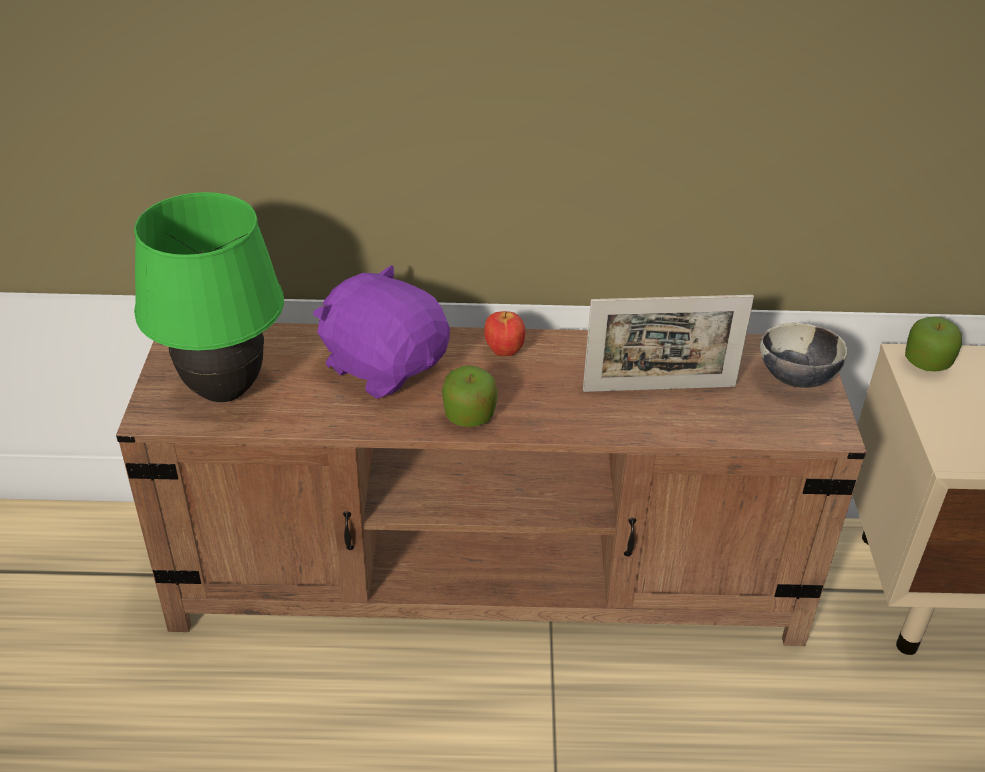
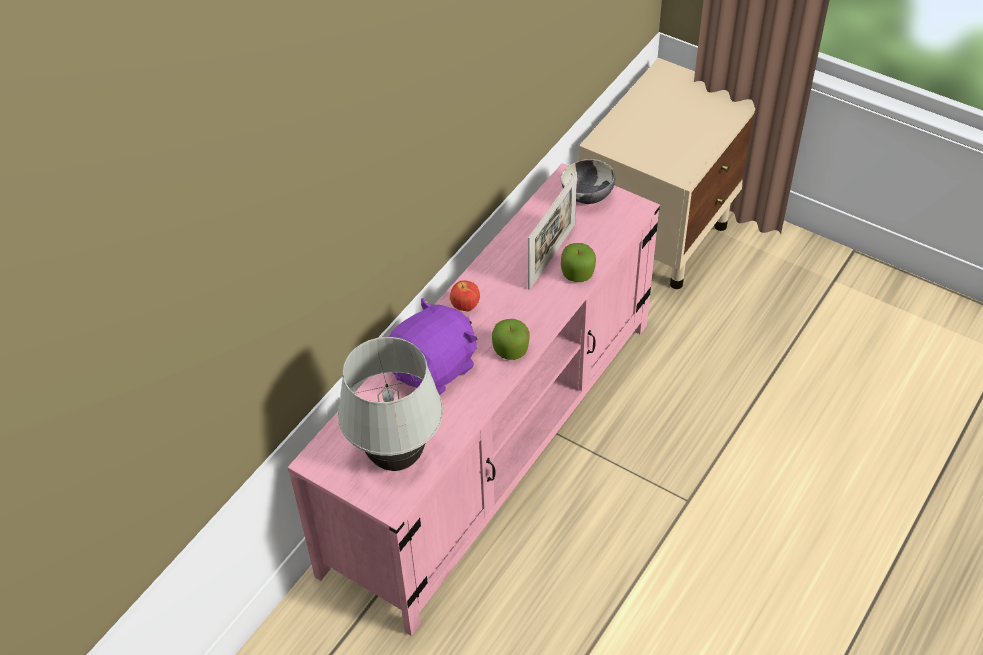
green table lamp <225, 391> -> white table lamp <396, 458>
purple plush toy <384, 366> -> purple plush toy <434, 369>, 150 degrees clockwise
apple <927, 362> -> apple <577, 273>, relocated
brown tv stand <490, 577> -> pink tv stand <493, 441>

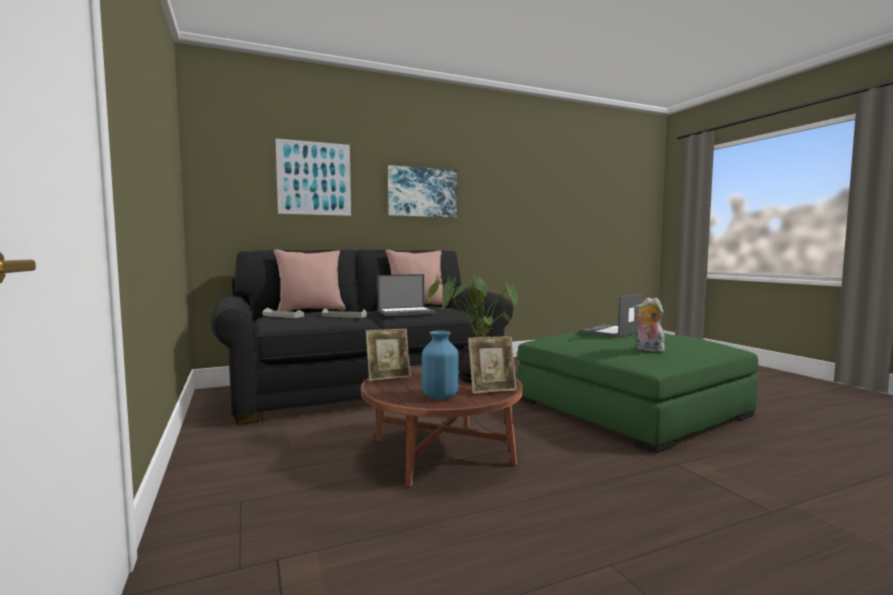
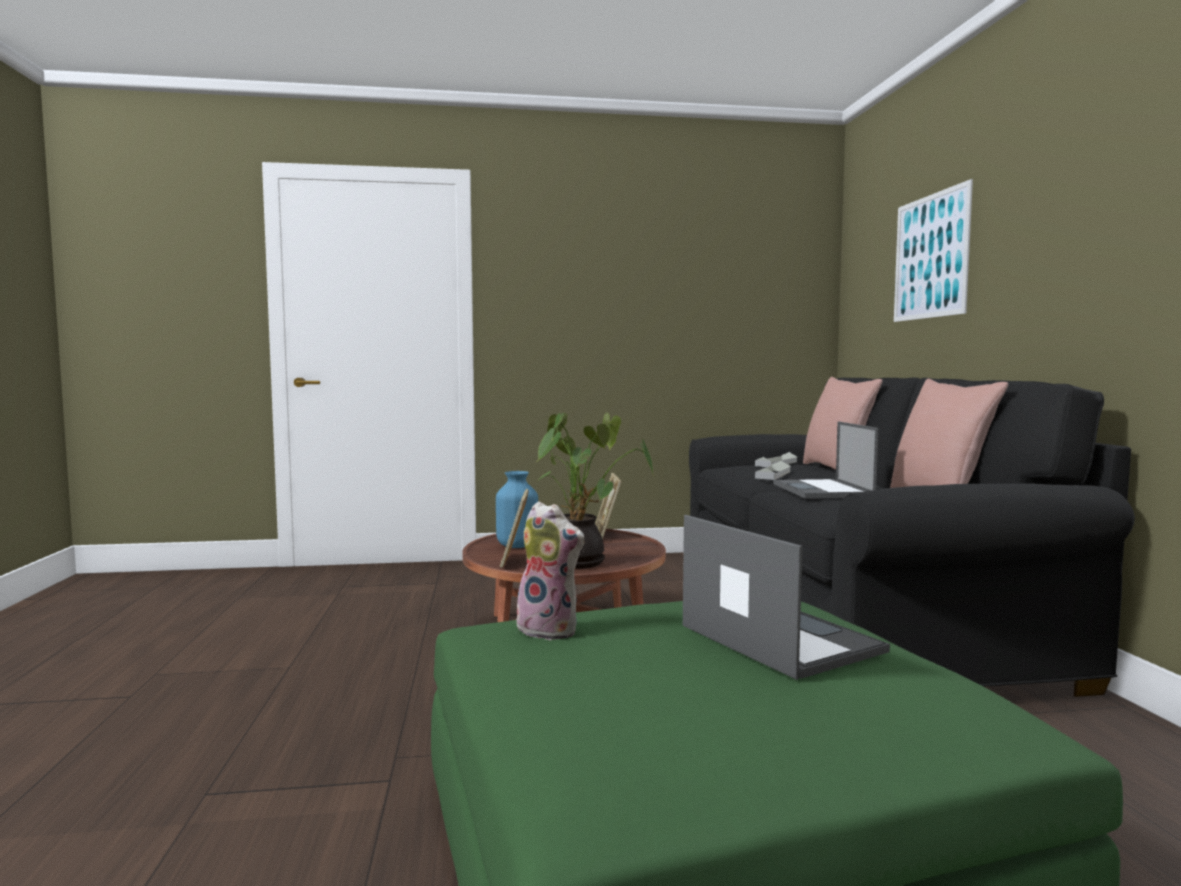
picture <422, 192> -> none
plush toy <648, 350> -> plush toy <551, 629>, 60 degrees clockwise

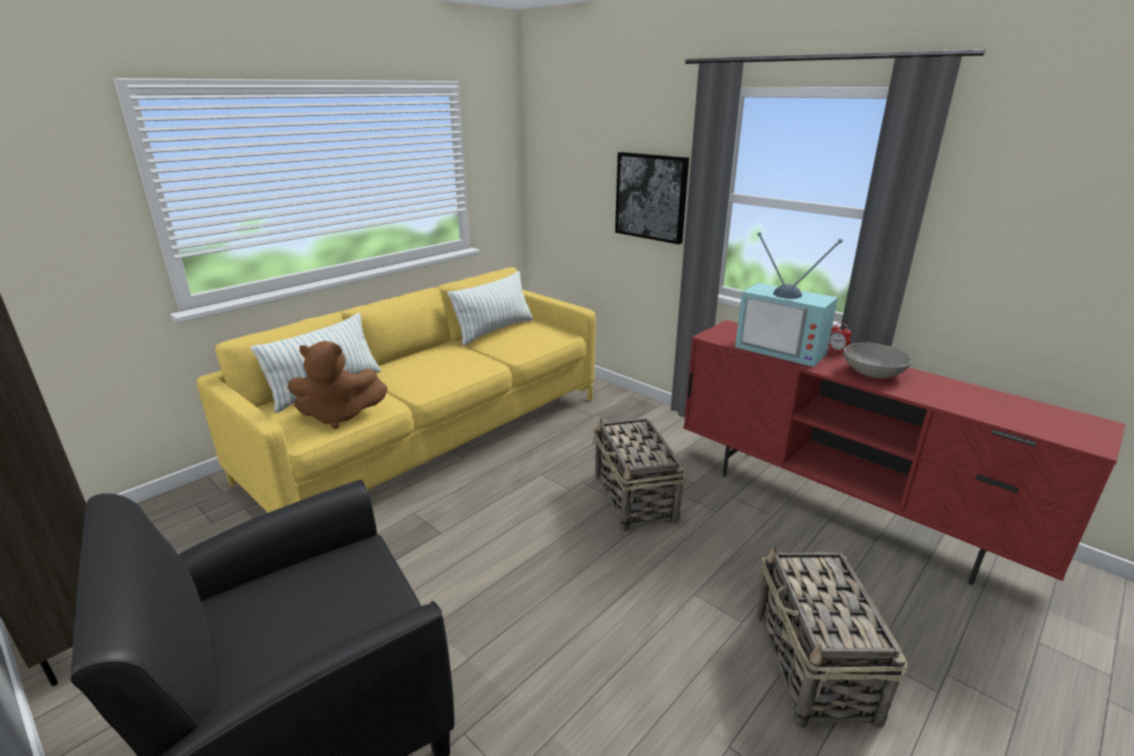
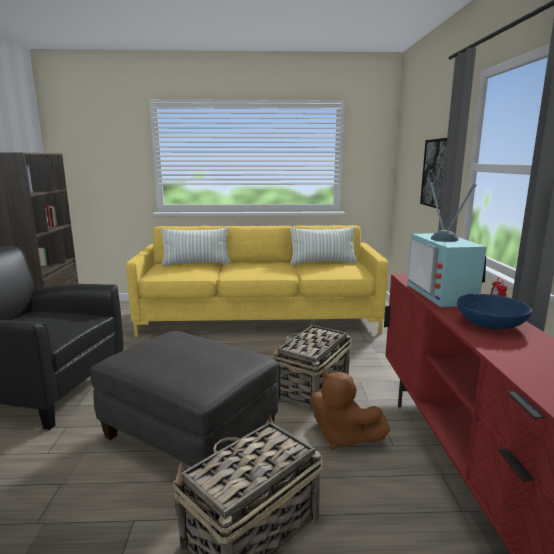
brown plush toy <339, 416> -> brown plush toy <343, 437>, relocated
grey bowl <873, 372> -> blue bowl <490, 324>
none -> grey ottoman <188, 435>

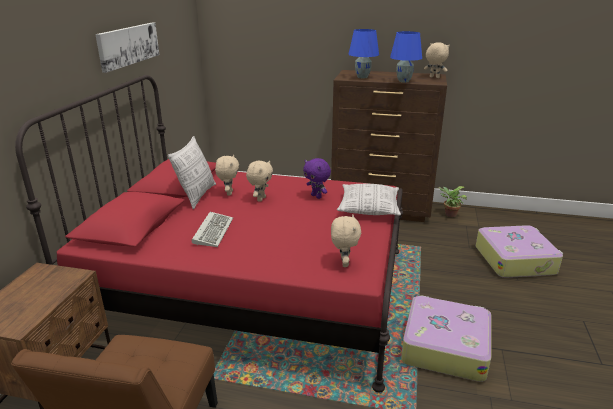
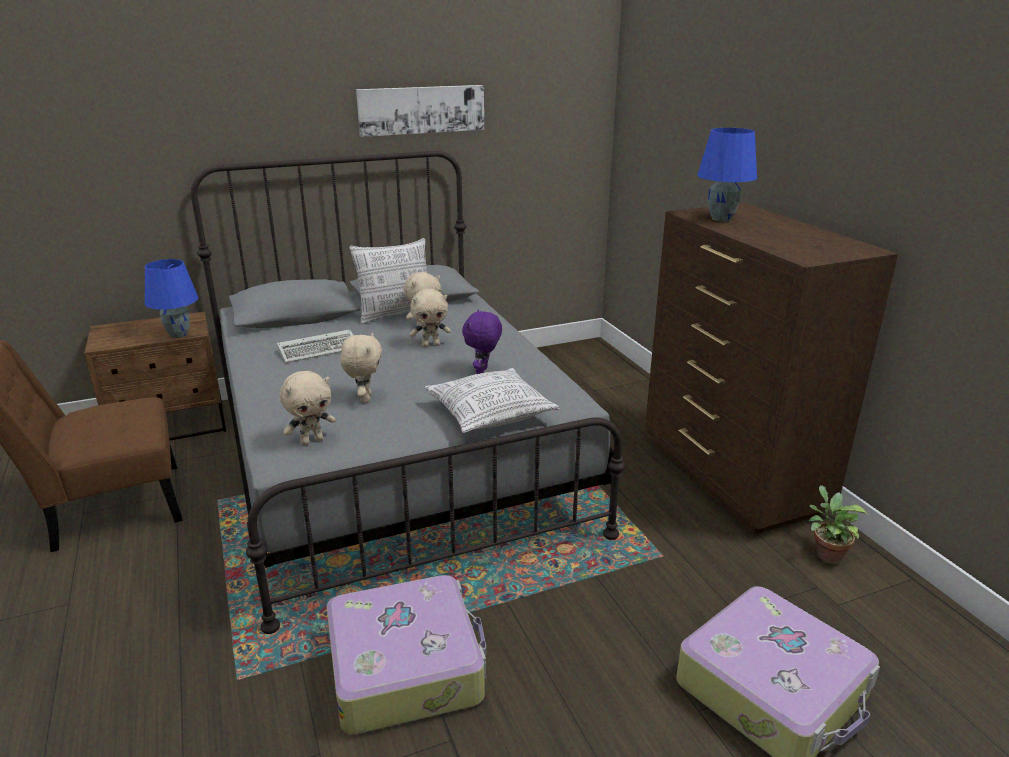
blue table lamp <404, 81> -> blue table lamp <178, 335>, relocated
beige plush toy <434, 77> -> beige plush toy <364, 398>, relocated
red bed <252, 289> -> grey bed <394, 459>

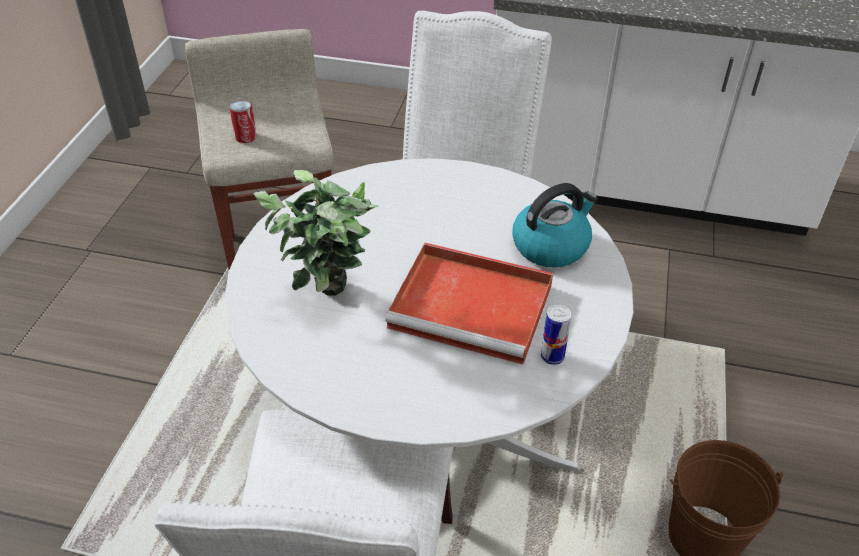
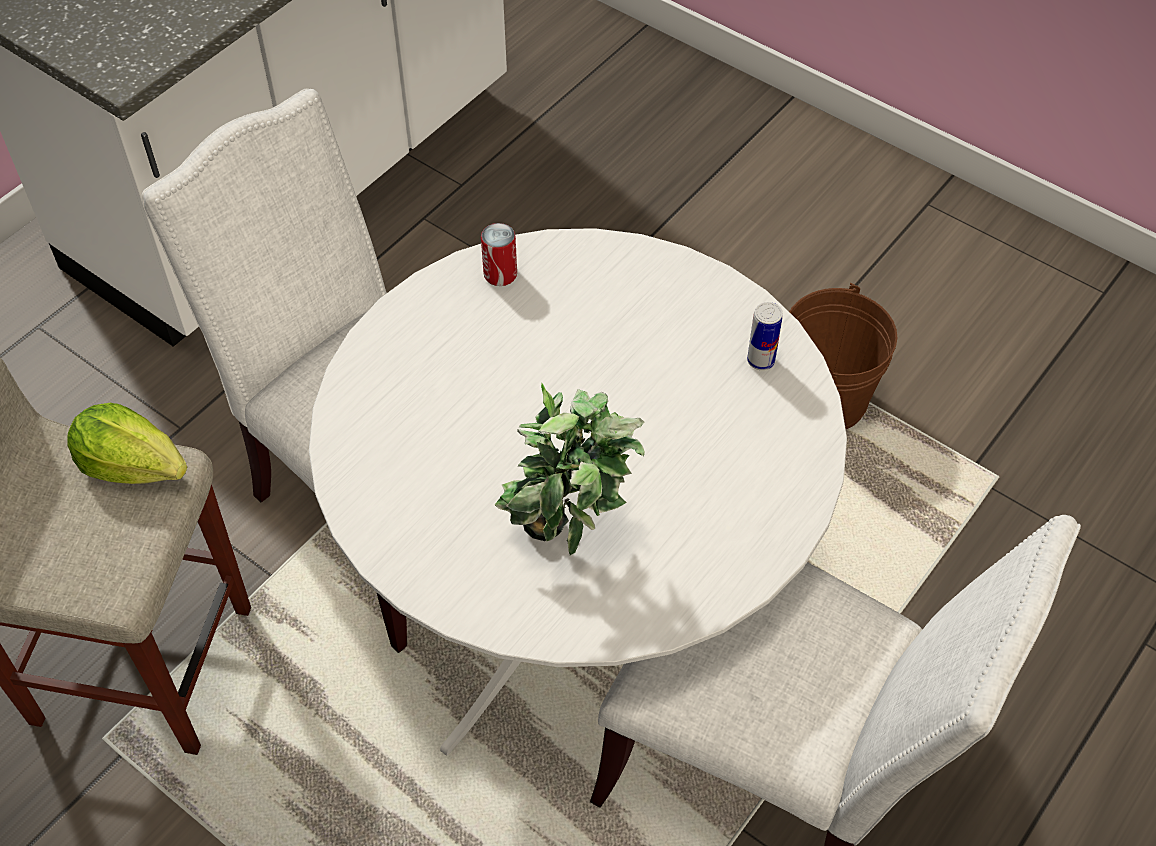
can <245, 137> -> can <500, 274>, relocated
kettle <551, 245> -> none
red tray <474, 307> -> none
none -> lettuce <134, 465>

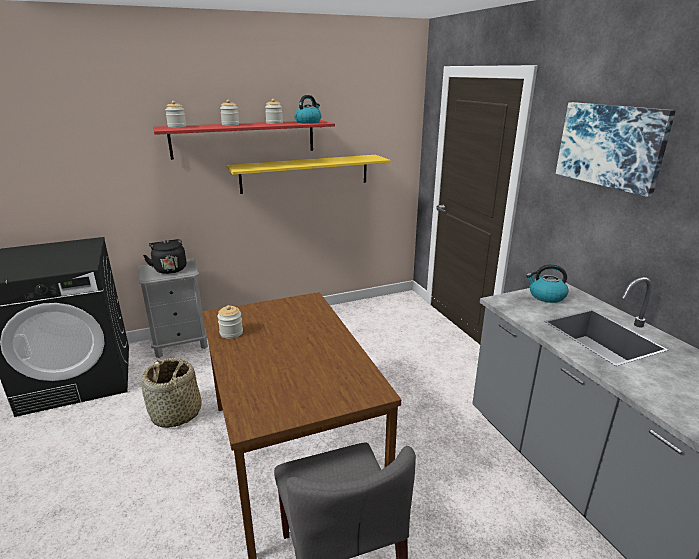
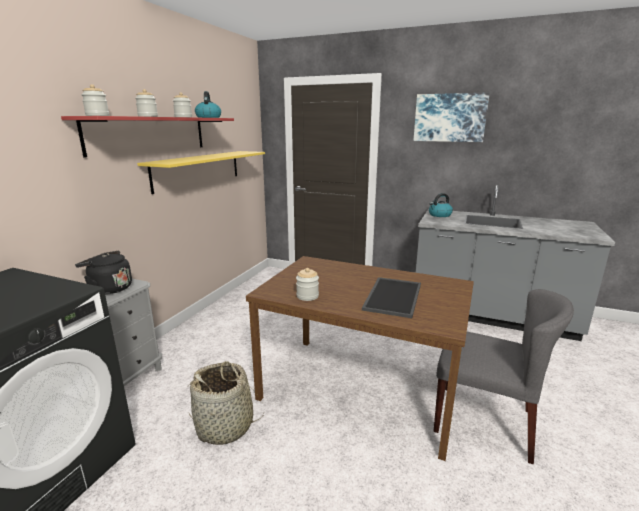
none -> tray <392, 296>

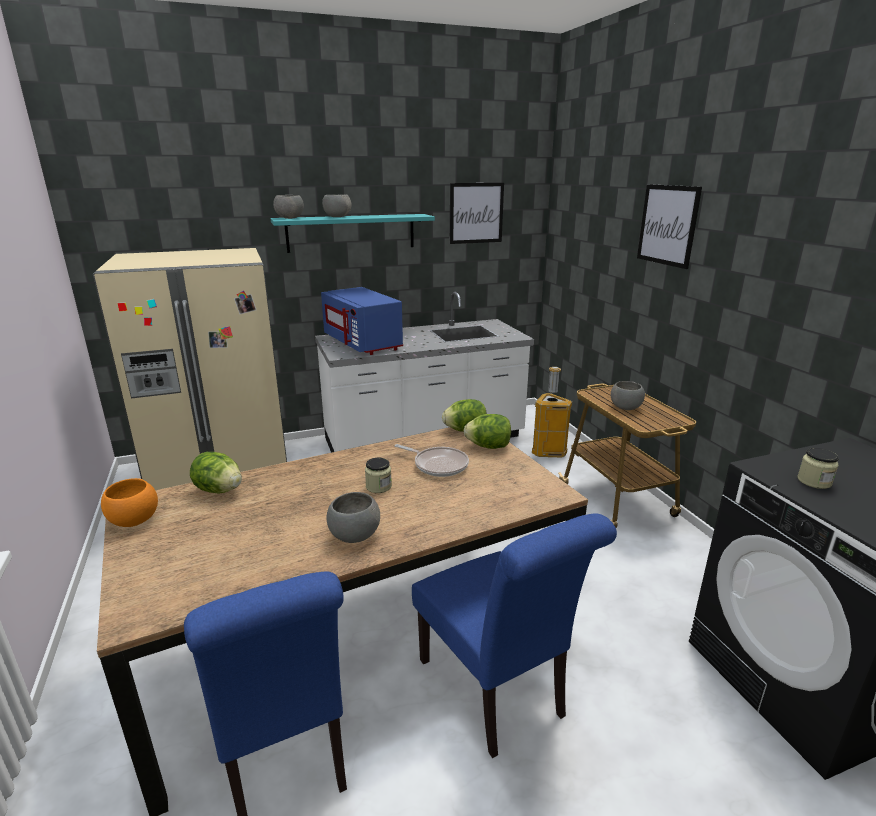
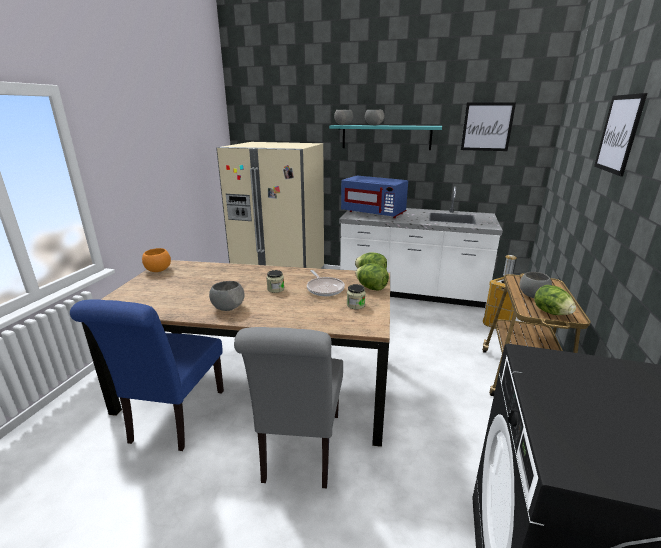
blue microwave <363, 343> -> blue microwave <373, 213>, 60 degrees counterclockwise
jar <814, 481> -> jar <355, 305>, relocated
lettuce <219, 490> -> lettuce <551, 312>, relocated
blue chair <496, 693> -> grey chair <300, 451>

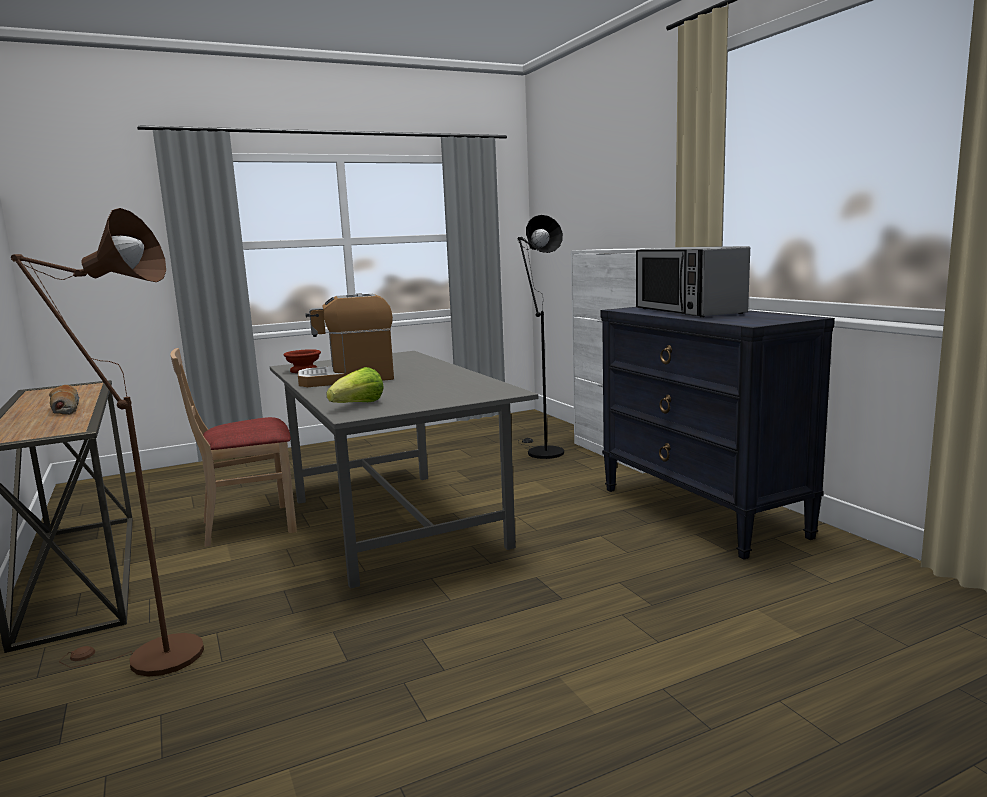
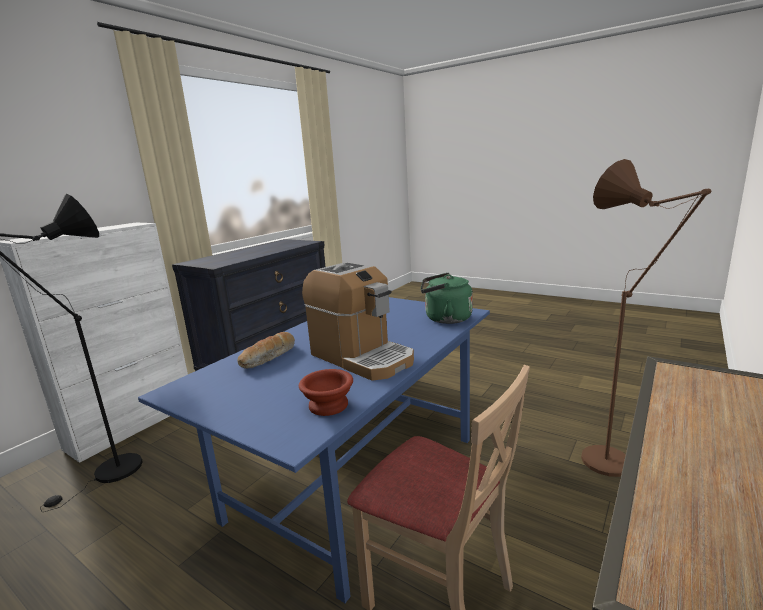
microwave <688, 311> -> none
grey dining table <397, 522> -> blue dining table <356, 475>
lettuce <358, 405> -> green kettle <445, 319>
bread <65, 408> -> bread <269, 357>, relocated

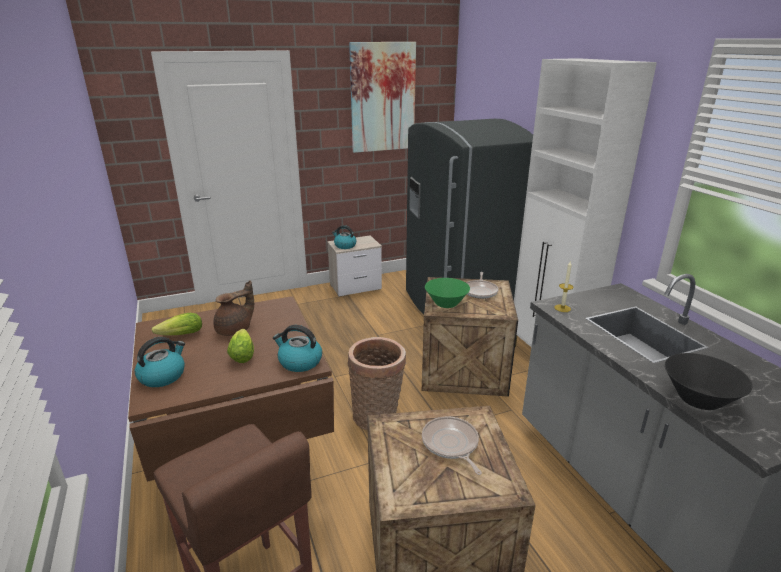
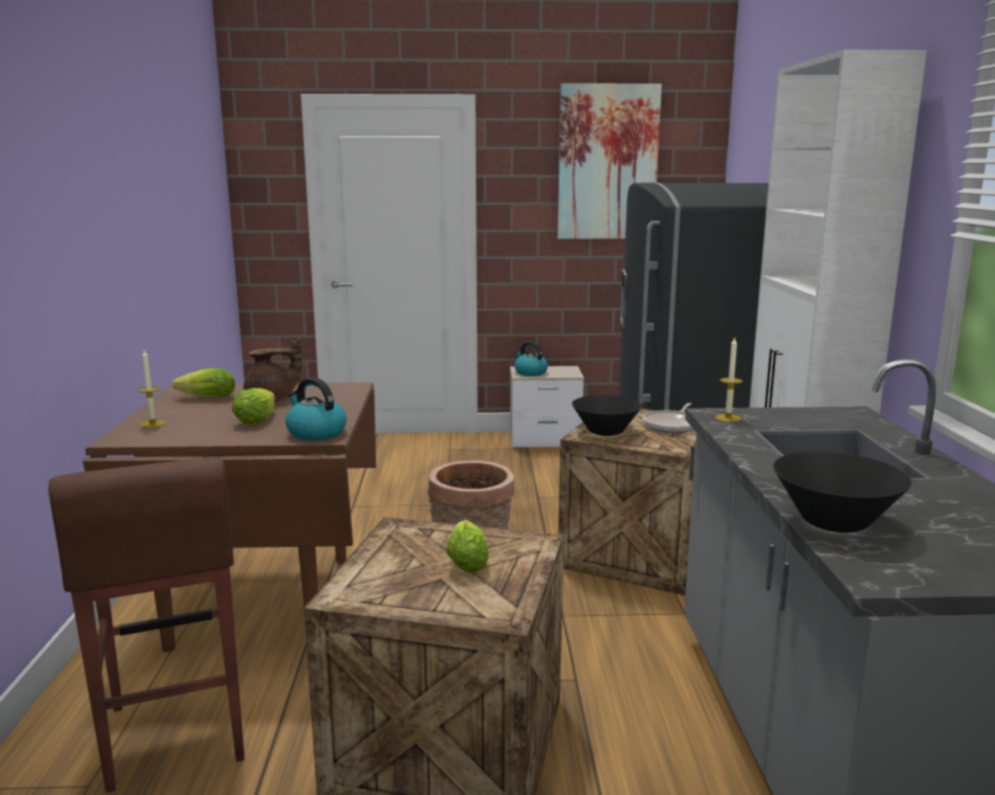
green bowl <446, 303> -> black bowl <605, 432>
kettle <163, 376> -> candle <153, 424>
frying pan <451, 444> -> lettuce <467, 560>

